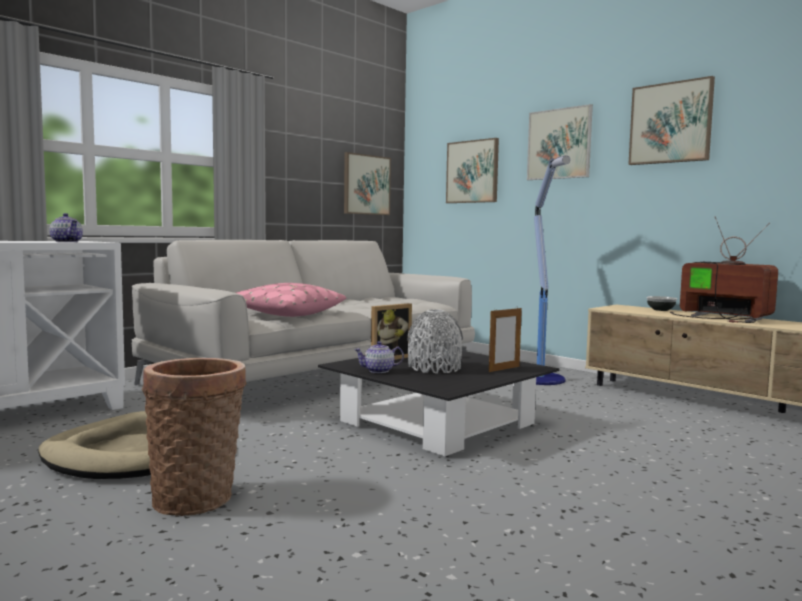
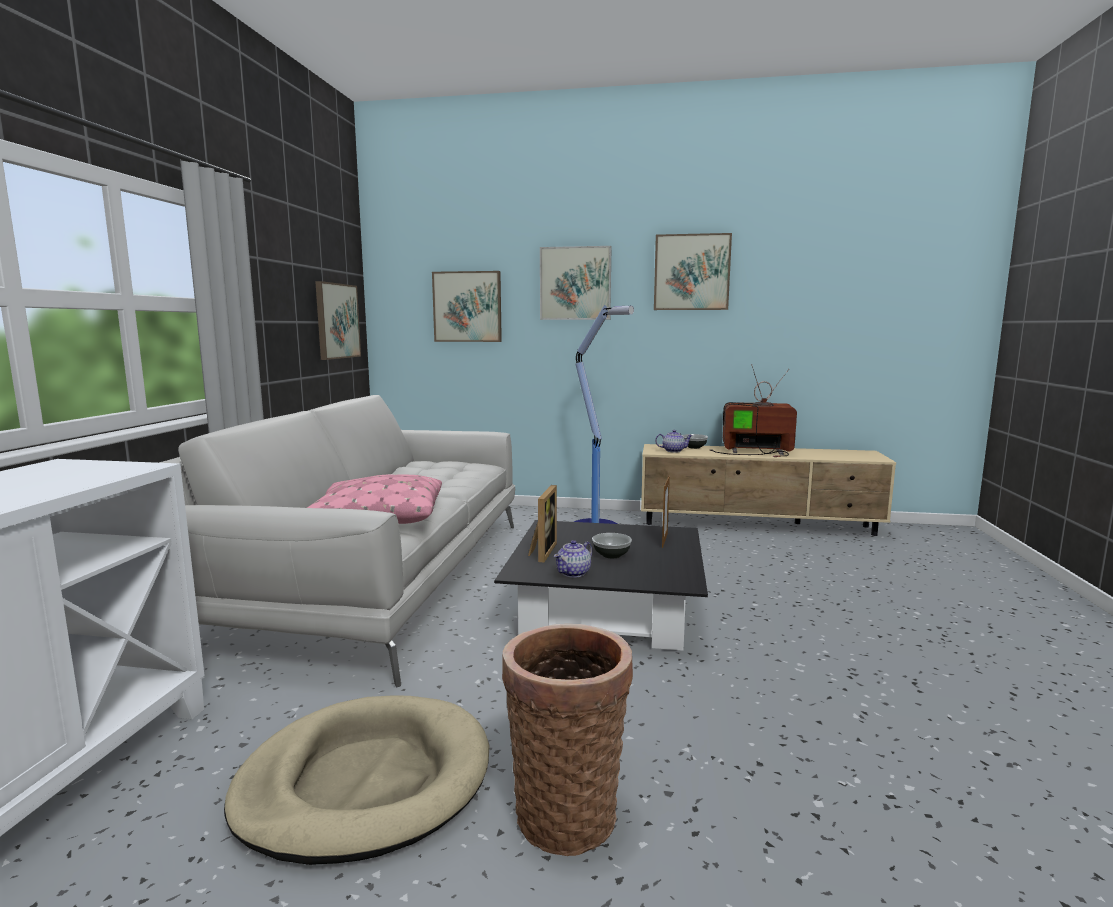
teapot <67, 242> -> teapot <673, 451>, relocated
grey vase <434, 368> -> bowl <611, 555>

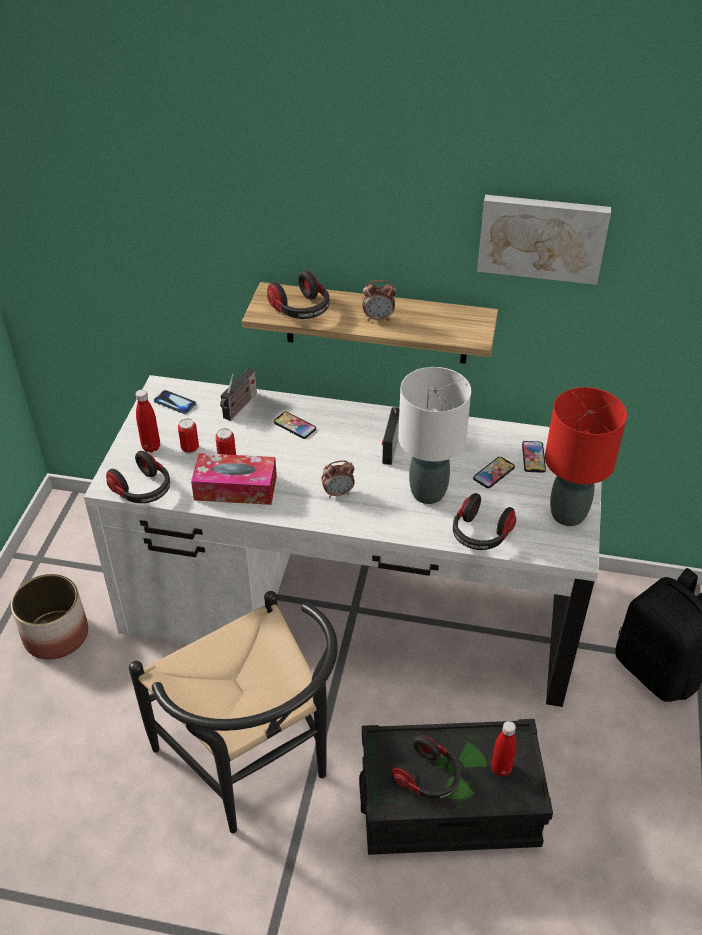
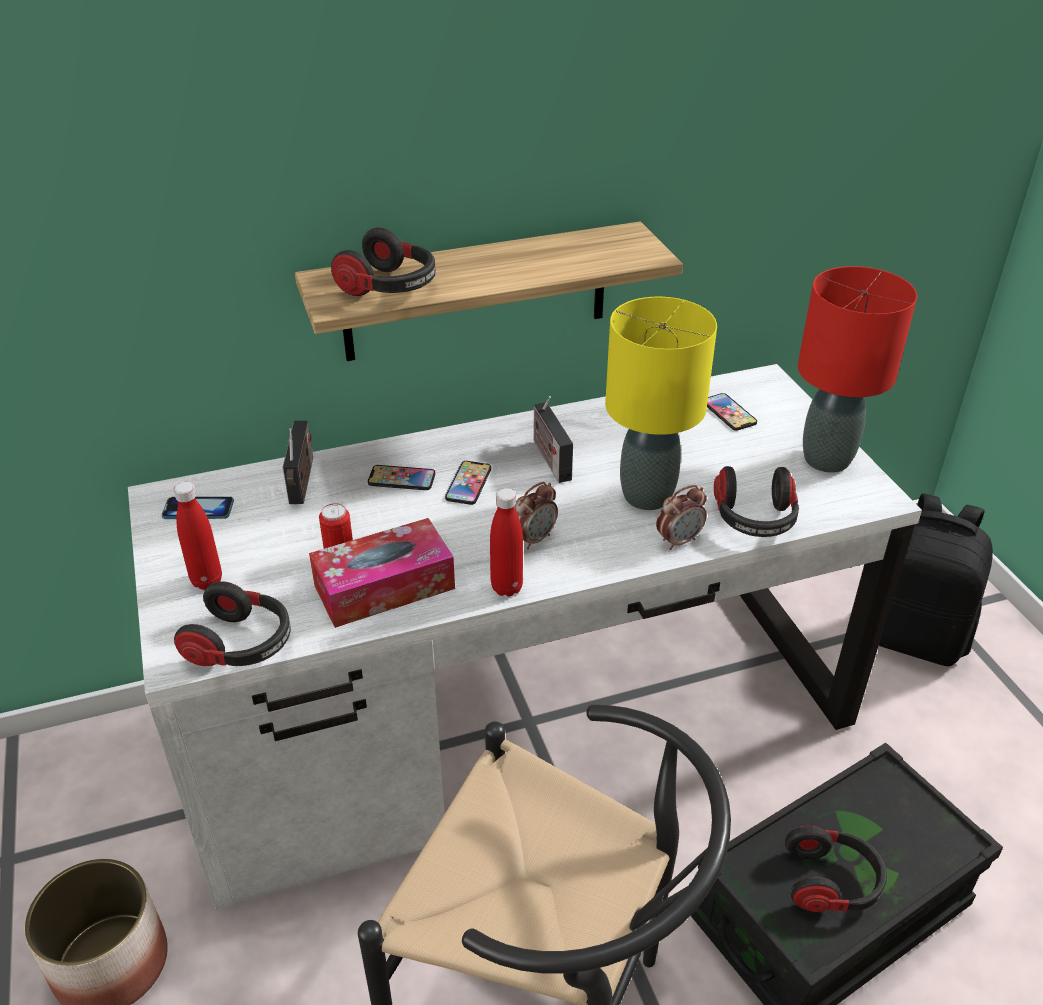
picture <542, 237> -> none
alarm clock <378, 318> -> alarm clock <679, 541>, relocated
white table lamp <427, 492> -> yellow table lamp <646, 496>
can <190, 449> -> none
phone <493, 473> -> phone <468, 484>, relocated
red bottle <501, 768> -> red bottle <506, 587>, relocated

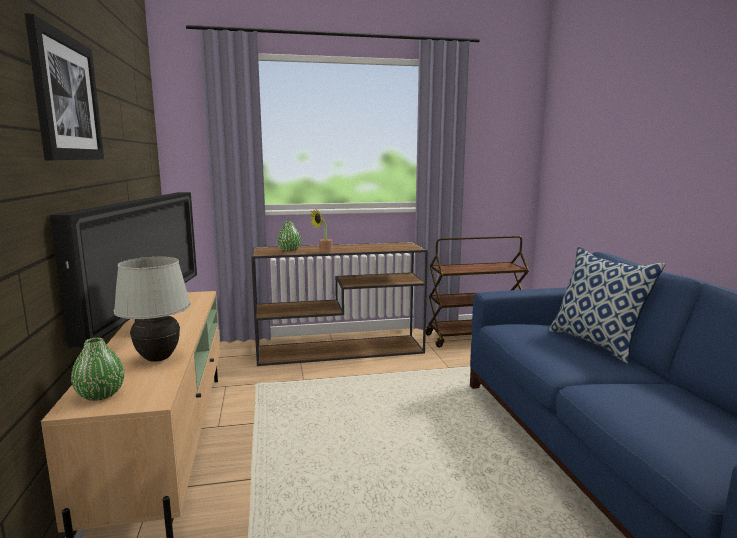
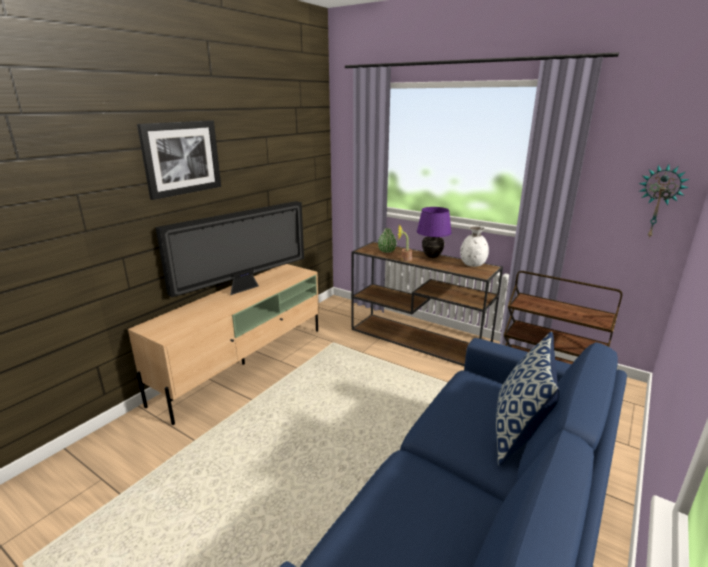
white table lamp <158, 358> -> none
green vase <100, 395> -> none
none -> wall clock <658, 201>
none -> purple table lamp <432, 257>
none -> white vase <472, 264>

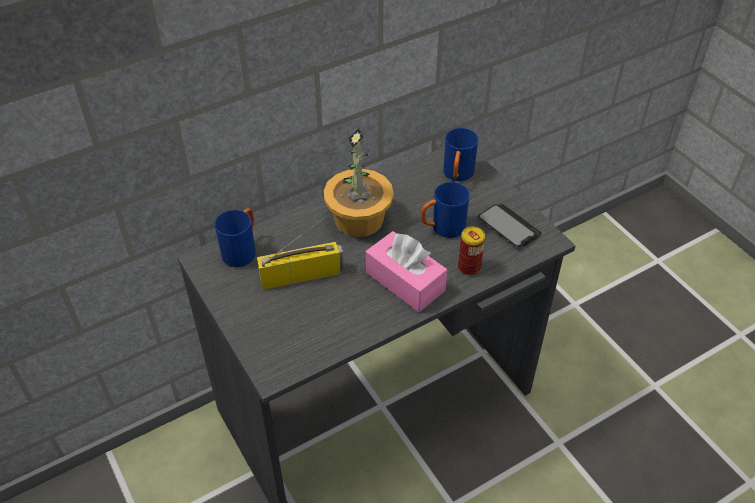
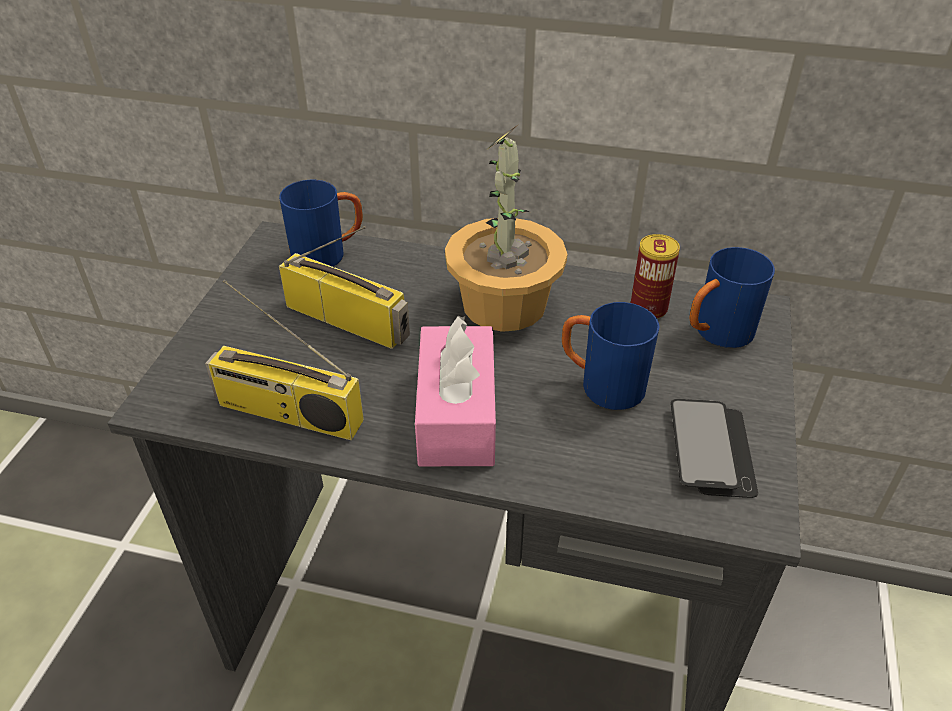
can <469, 267> -> can <648, 309>, relocated
none -> radio <286, 414>

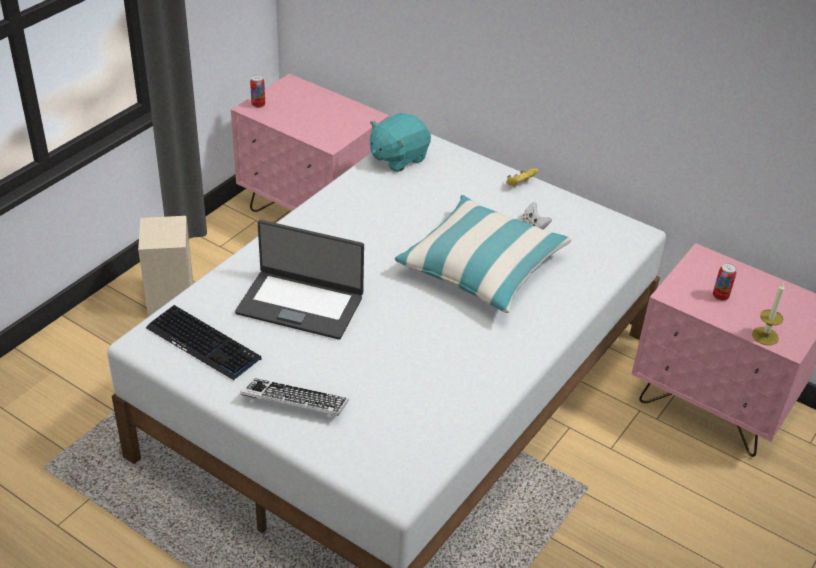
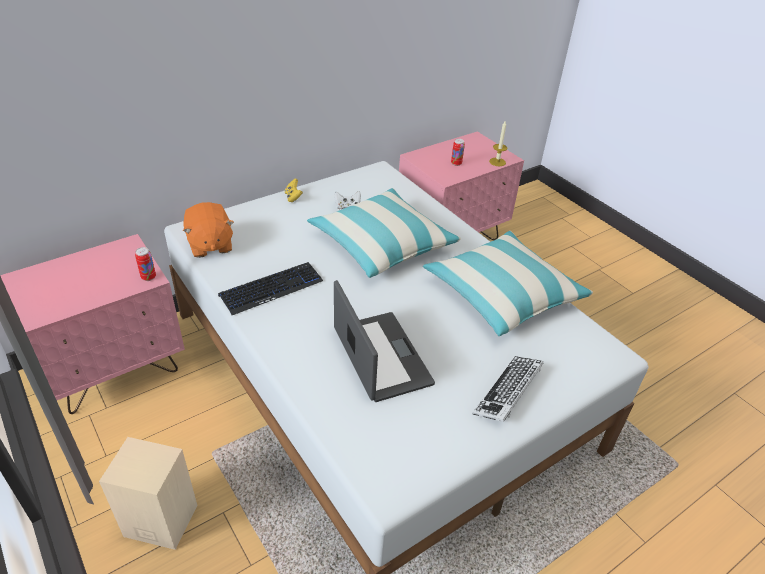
can <258, 105> -> can <148, 277>, relocated
turquoise plush toy <398, 158> -> orange plush toy <210, 245>
laptop <300, 304> -> laptop <380, 356>, 60 degrees counterclockwise
keyboard <204, 343> -> keyboard <271, 289>, relocated
none -> pillow <503, 294>

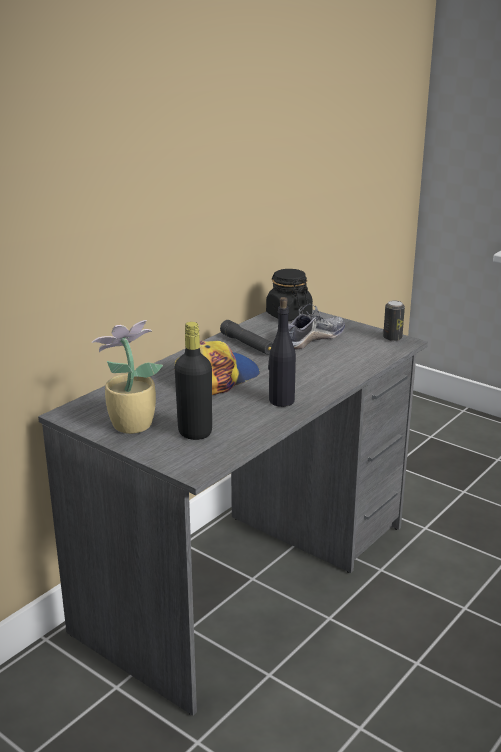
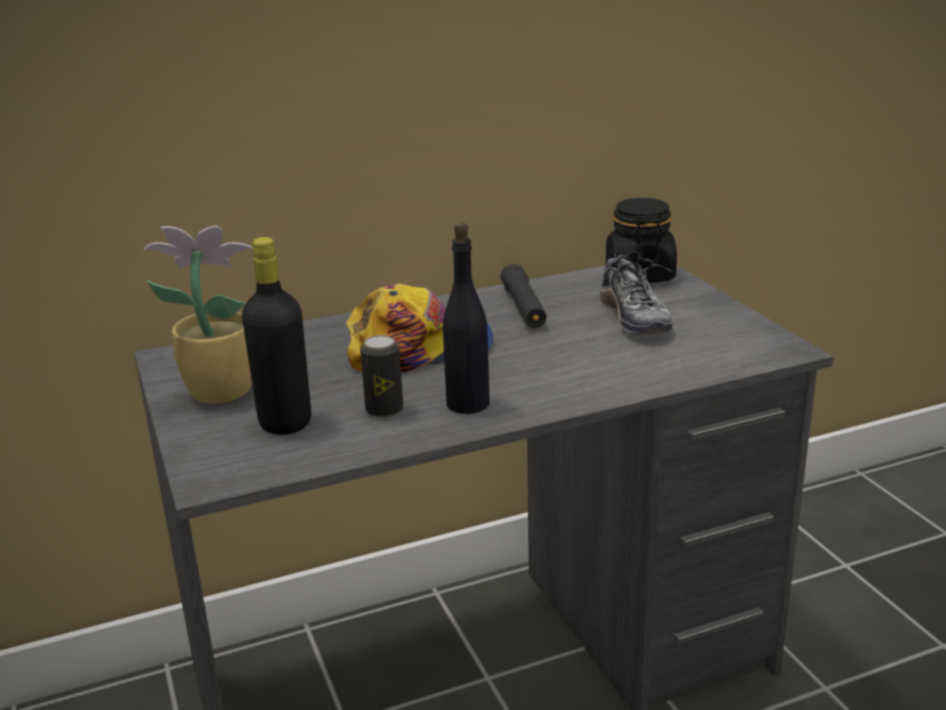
can <392, 338> -> can <384, 410>, relocated
shoe <313, 339> -> shoe <634, 317>, 90 degrees clockwise

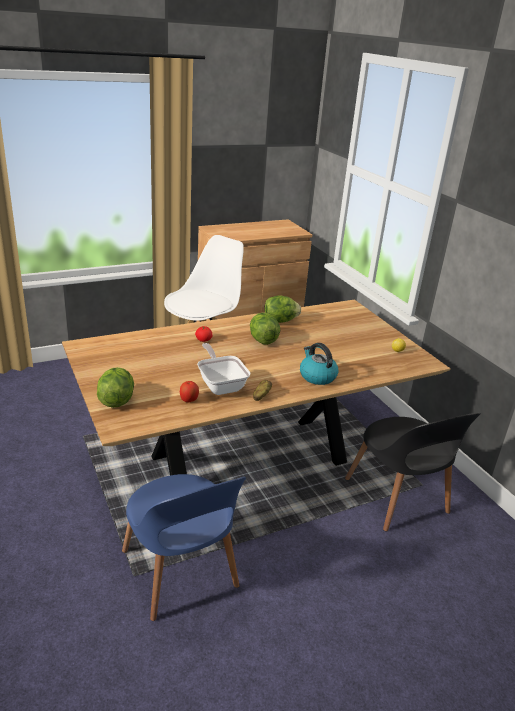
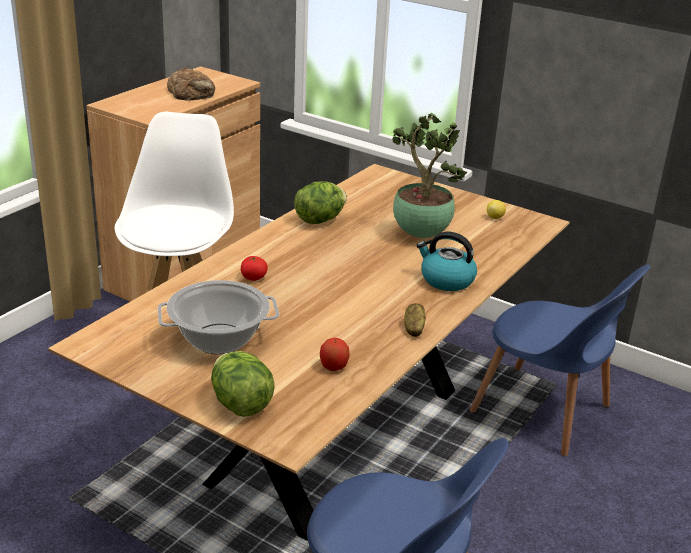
lettuce <262, 340> -> none
frying pan <221, 384> -> none
black chair <398, 499> -> blue chair <545, 412>
none -> bread <192, 92>
none -> potted plant <419, 234>
none -> cooking pot <218, 339>

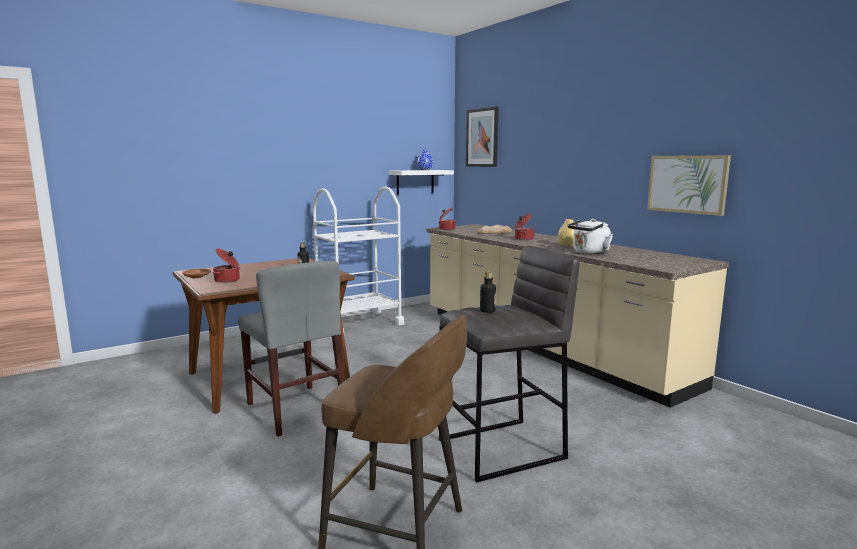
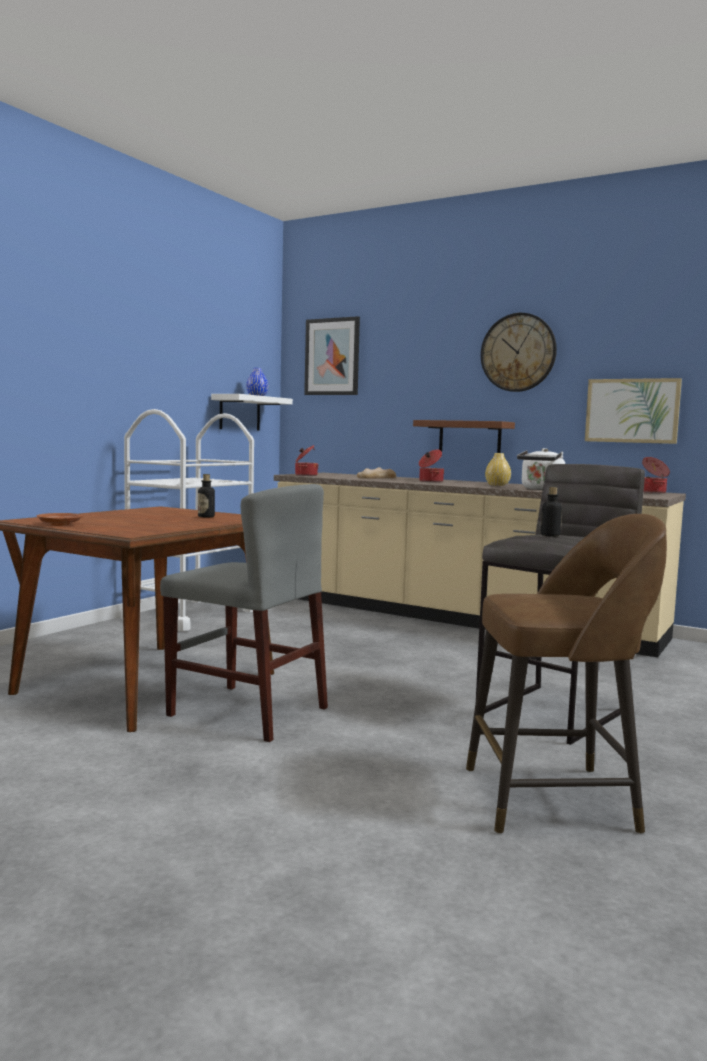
cooking pot <228, 280> -> cooking pot <652, 492>, relocated
none -> wall clock <518, 352>
none -> brown shelf <469, 439>

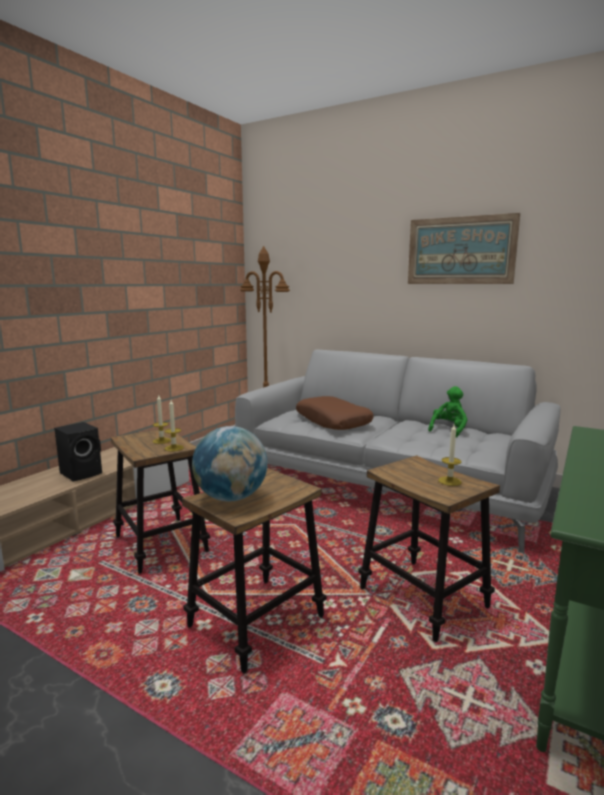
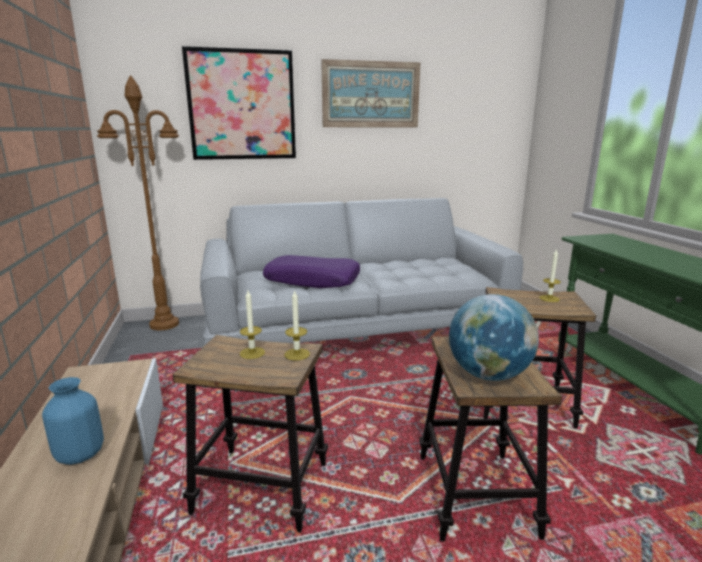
green plush toy <448, 430> -> none
brown pillow <333, 421> -> purple pillow <312, 281>
black speaker <82, 473> -> blue vase <80, 454>
none -> picture <242, 105>

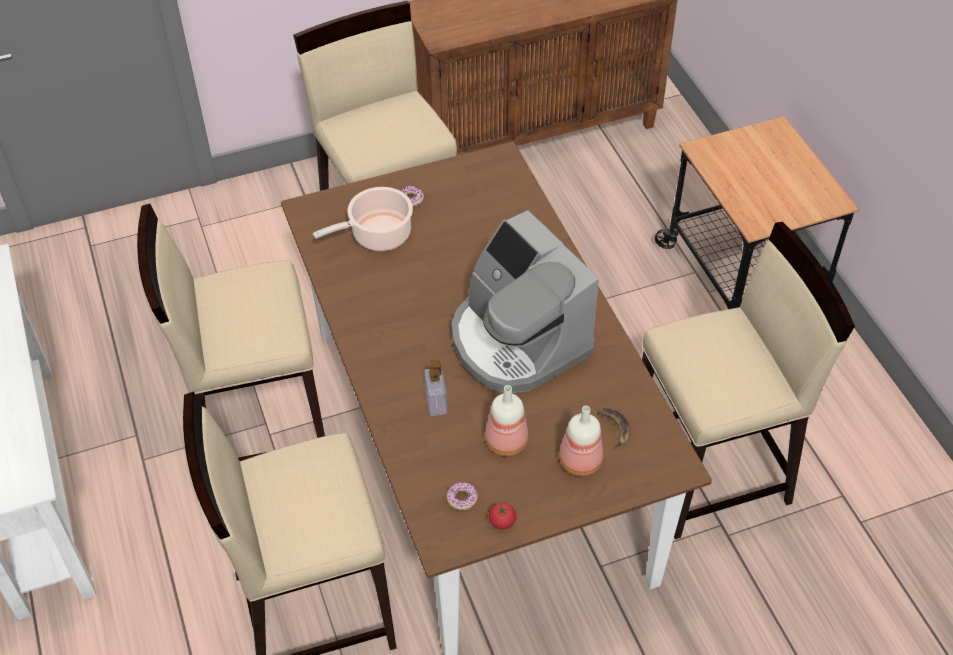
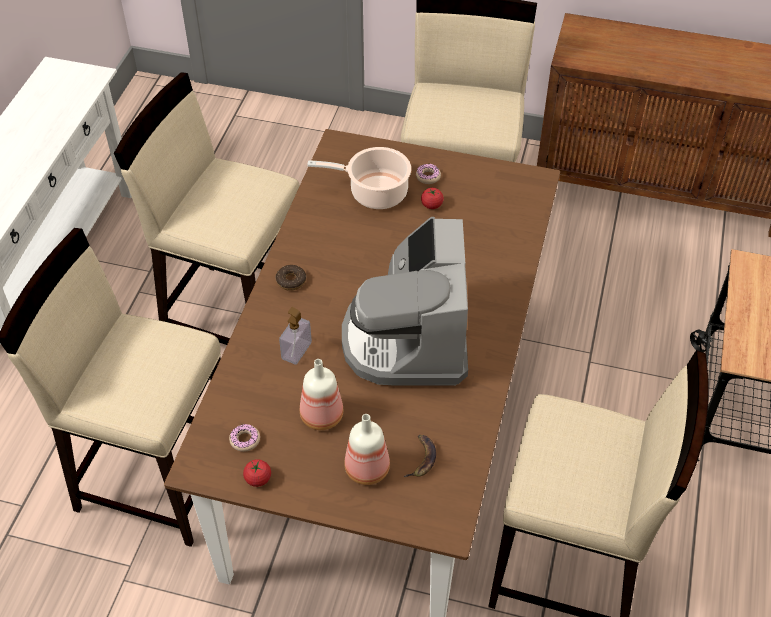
none -> tomato <432, 205>
none -> donut <291, 281>

